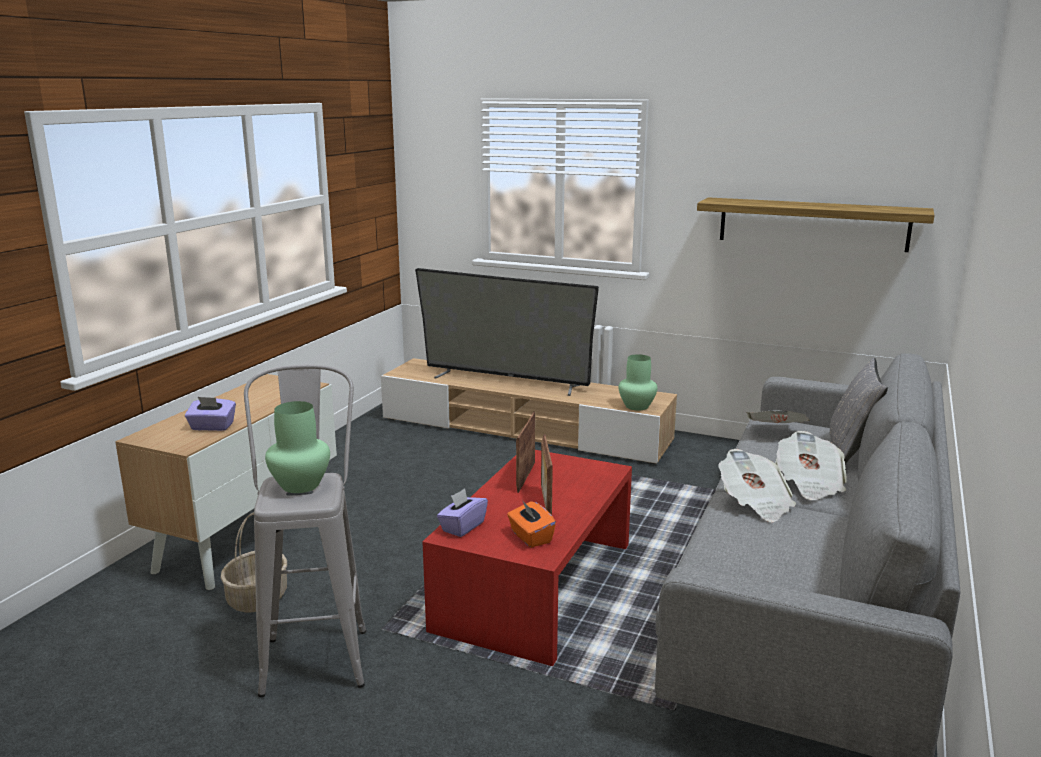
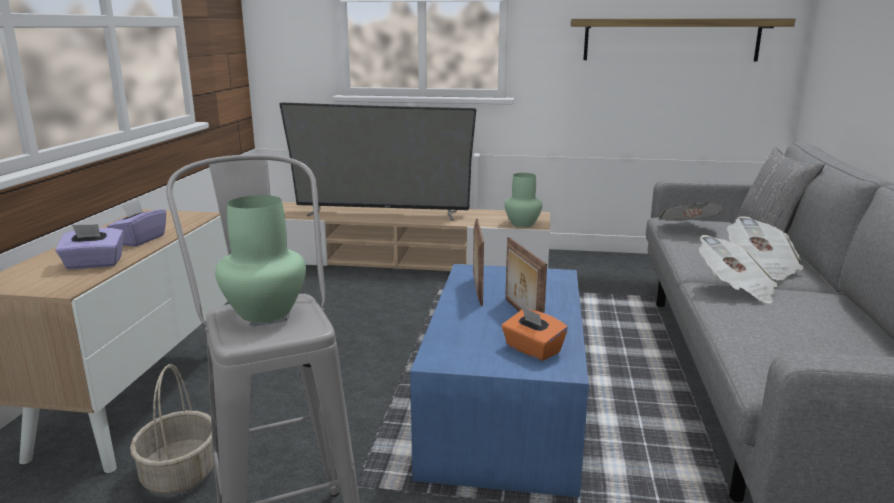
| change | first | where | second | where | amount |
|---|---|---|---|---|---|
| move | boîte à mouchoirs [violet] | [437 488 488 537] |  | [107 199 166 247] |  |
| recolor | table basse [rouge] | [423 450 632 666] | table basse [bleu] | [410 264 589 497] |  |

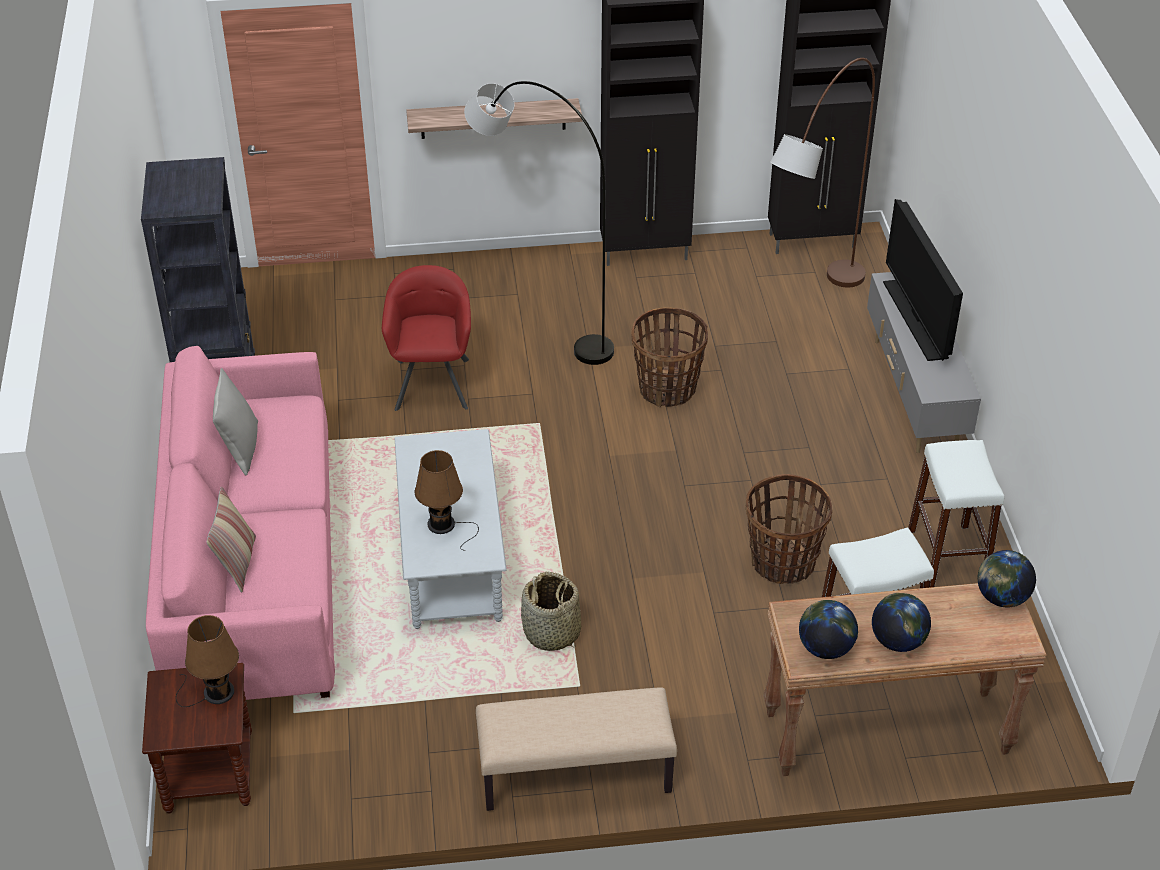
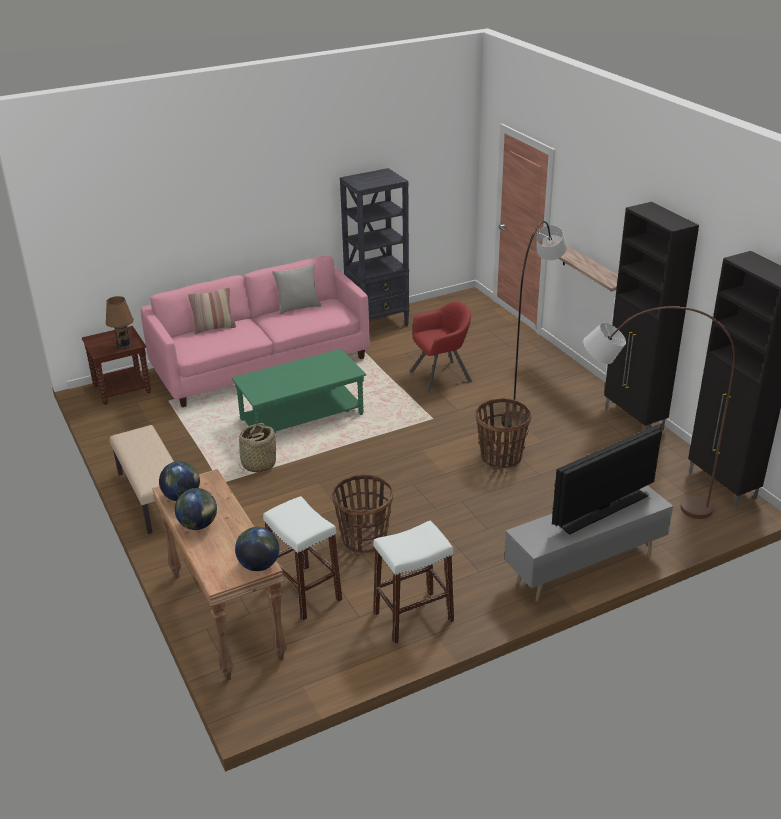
| change | first | where | second | where | amount |
|---|---|---|---|---|---|
| recolor | table basse [gris] | [395 429 507 629] | table basse [vert] | [232 349 366 433] |  |
| delete | lampe de table [marron] | [415 450 479 551] |  |  |  |

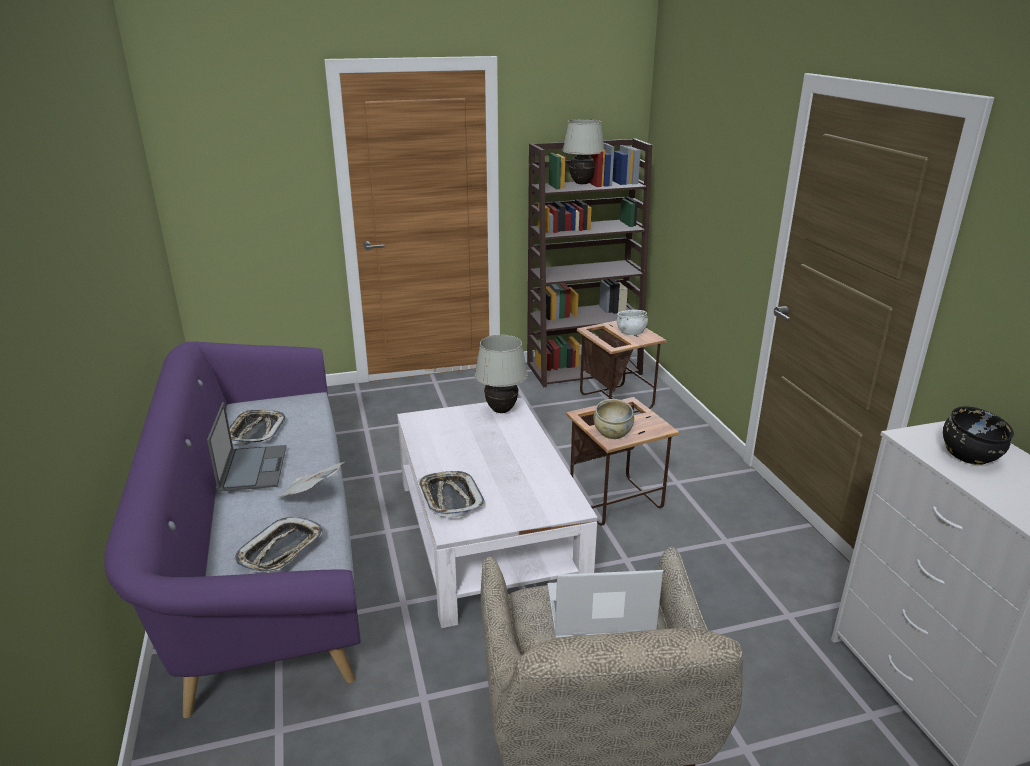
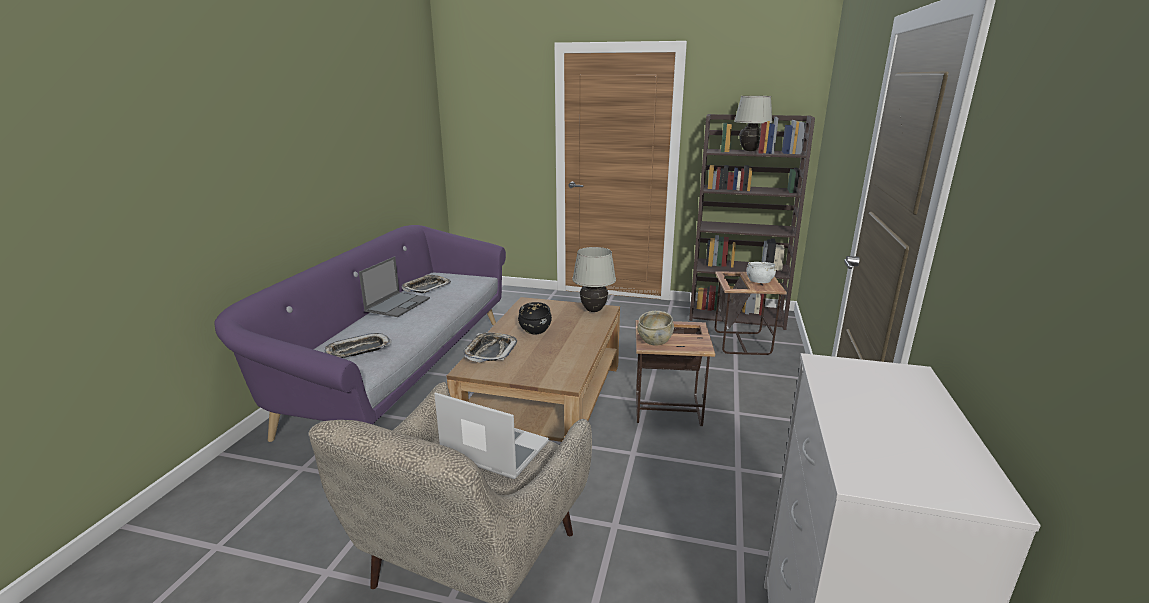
| change | first | where | second | where | amount |
|---|---|---|---|---|---|
| recolor | table basse [blanc] | [397 398 598 628] | table basse [marron] | [446 297 620 442] |  |
| move | bol [noir] | [943 406 1014 465] |  | [518 302 552 334] |  |
| delete | journal | [276 462 344 498] |  |  |  |

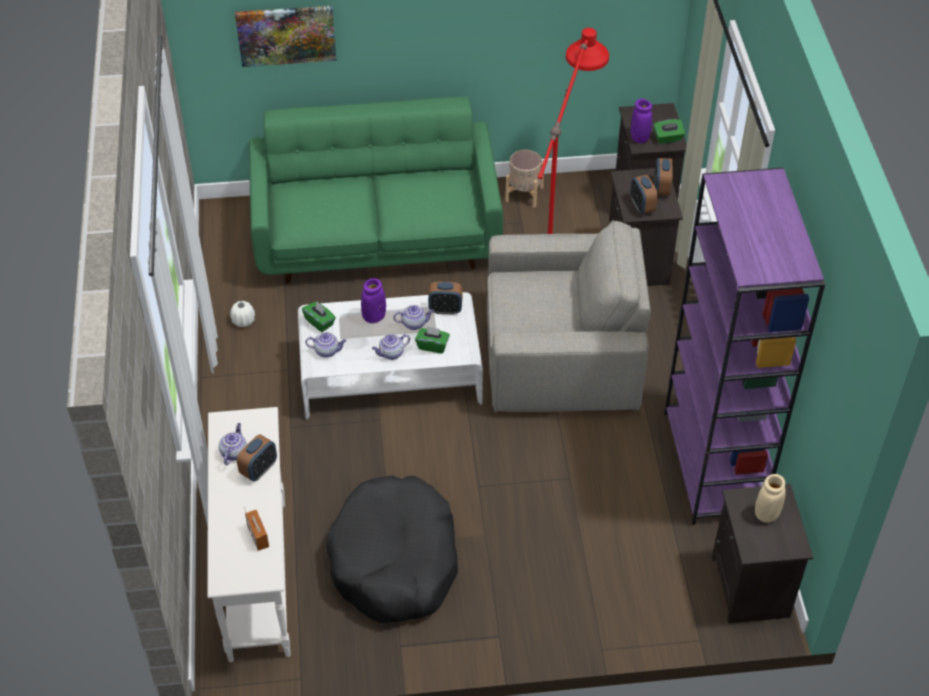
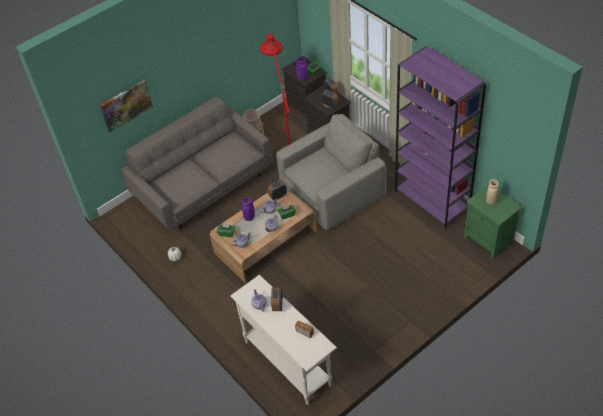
| change | first | where | second | where | amount |
|---|---|---|---|---|---|
| recolor | canapé [vert] | [249 97 503 284] | canapé [gris] | [122 97 272 230] |  |
| recolor | table basse [blanc] | [298 292 483 419] | table basse [marron] | [210 189 317 283] |  |
| recolor | table de chevet [noir] | [712 484 813 624] | table de chevet [vert] | [464 184 522 259] |  |
| delete | panier pour chien [noir] | [326 475 458 624] |  |  |  |

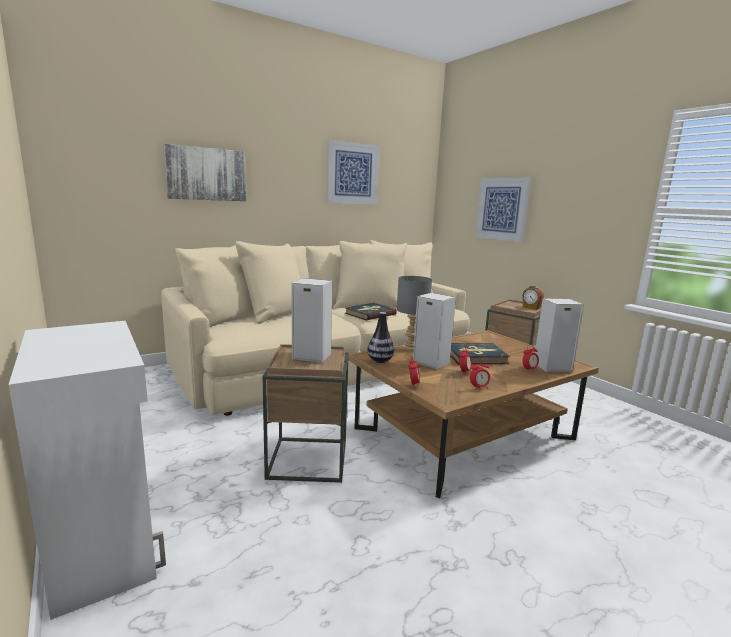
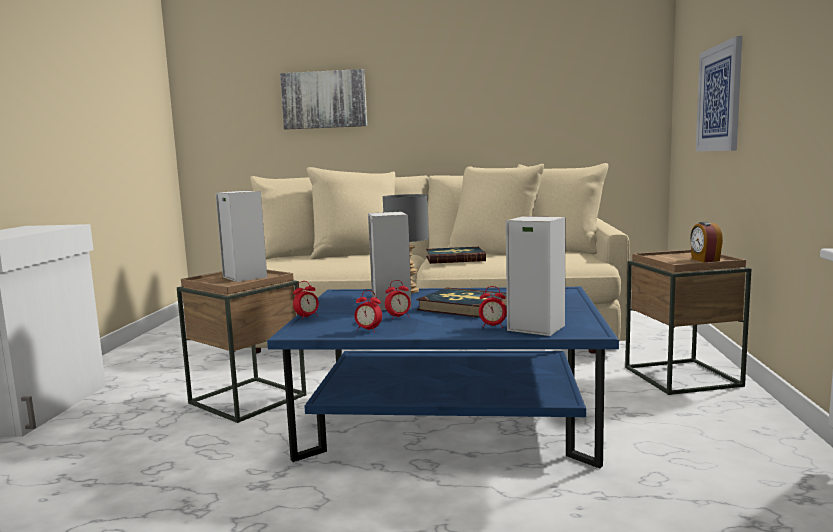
| change | first | where | second | where | amount |
|---|---|---|---|---|---|
| recolor | table basse [marron] | [348 330 599 498] | table basse [bleu] | [267 287 619 468] |  |
| delete | tableau | [326 140 379 205] |  |  |  |
| delete | vase | [367 312 394 363] |  |  |  |

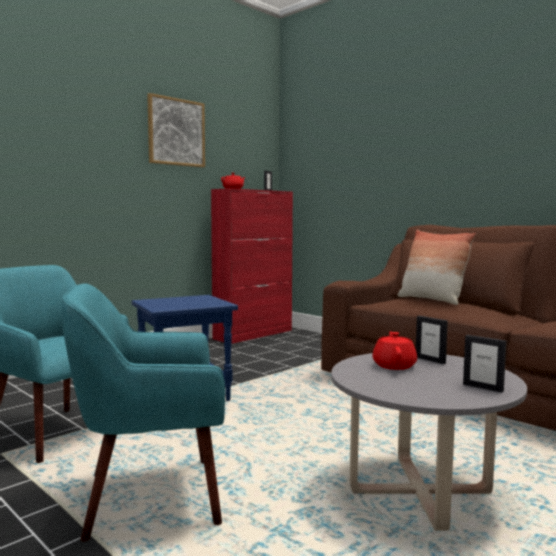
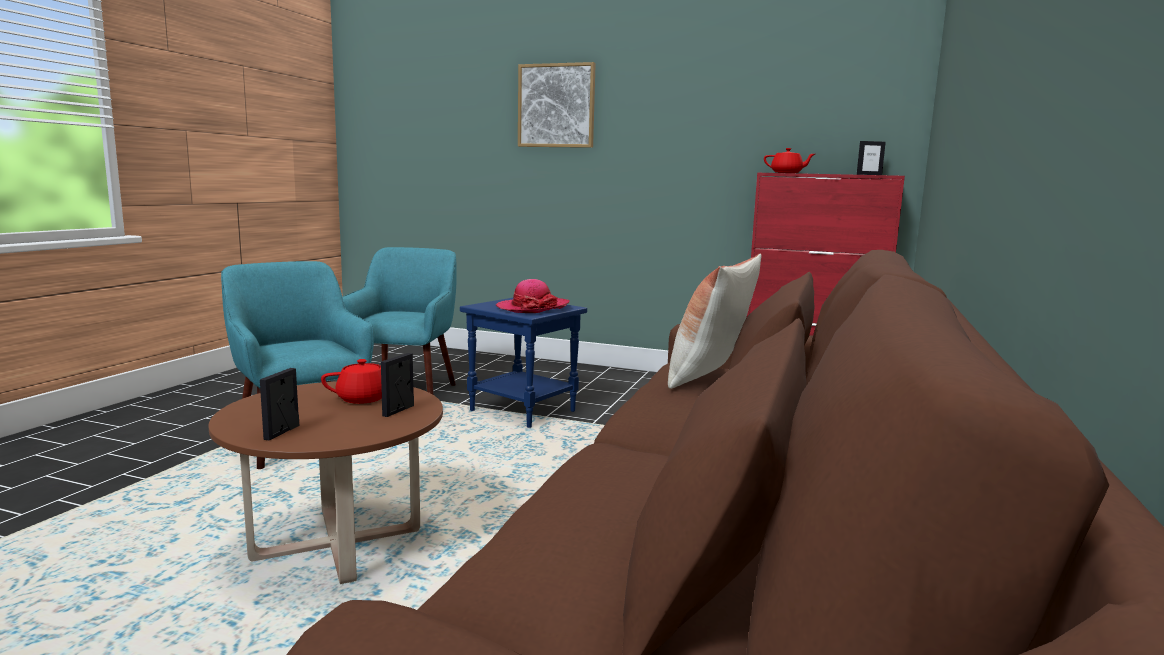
| change | first | where | second | where | amount |
|---|---|---|---|---|---|
| recolor | table basse [gris] | [331 353 527 531] | table basse [marron] | [209 381 443 584] |  |
| insert |  |  | chapeau | [496 279 570 313] |  |
| move | tableau | [147 93 205 167] |  | [518 62 596 148] |  |

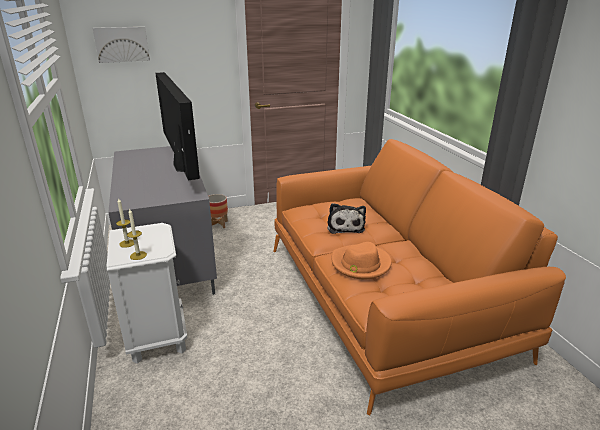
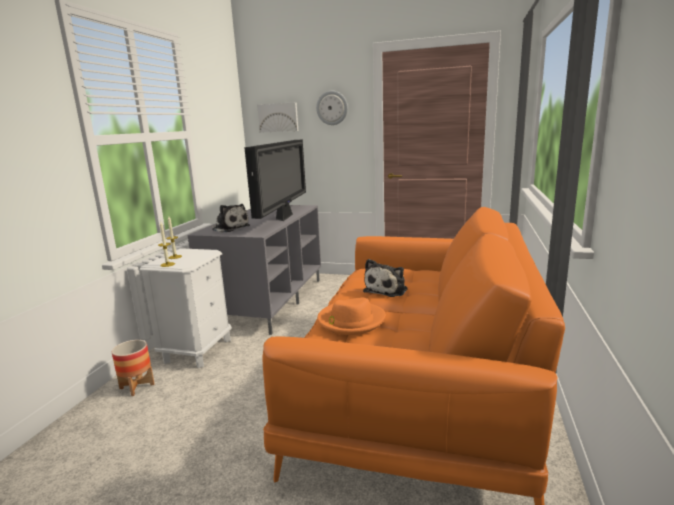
| change | first | where | second | where | amount |
|---|---|---|---|---|---|
| move | cache-pot | [208 194 228 228] |  | [112 340 155 396] |  |
| insert |  |  | peluche | [211 204 250 232] |  |
| insert |  |  | horloge murale | [316 91 348 125] |  |

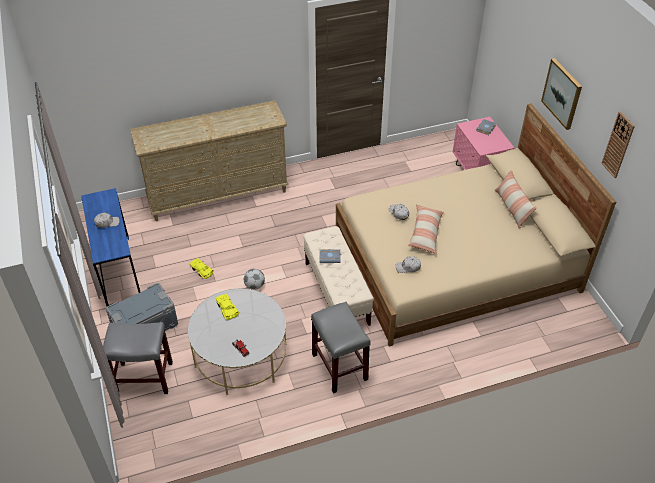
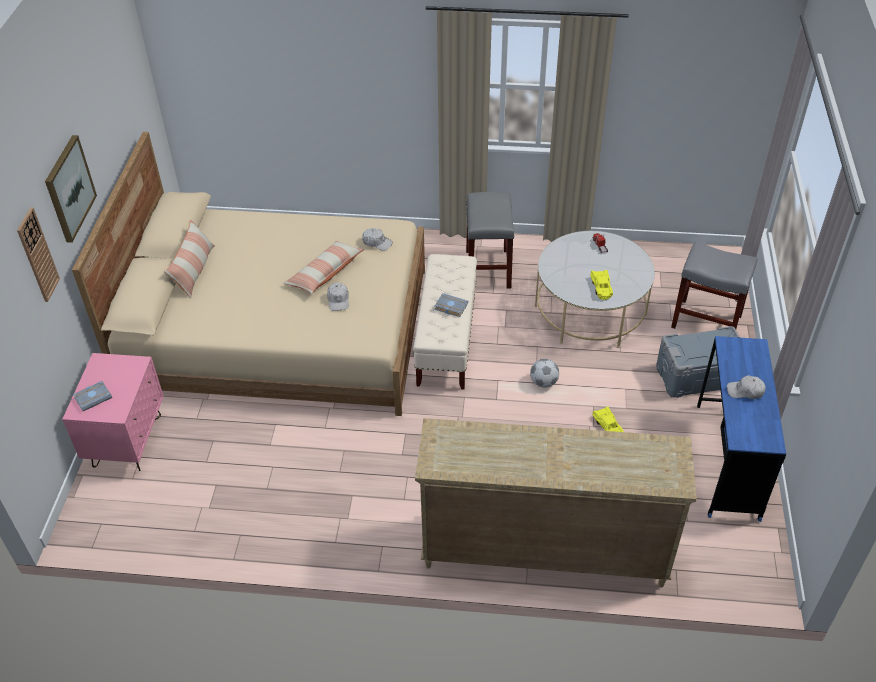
| change | first | where | second | where | amount |
|---|---|---|---|---|---|
| move | horloge murale | [601 112 635 178] |  | [17 207 60 302] |  |

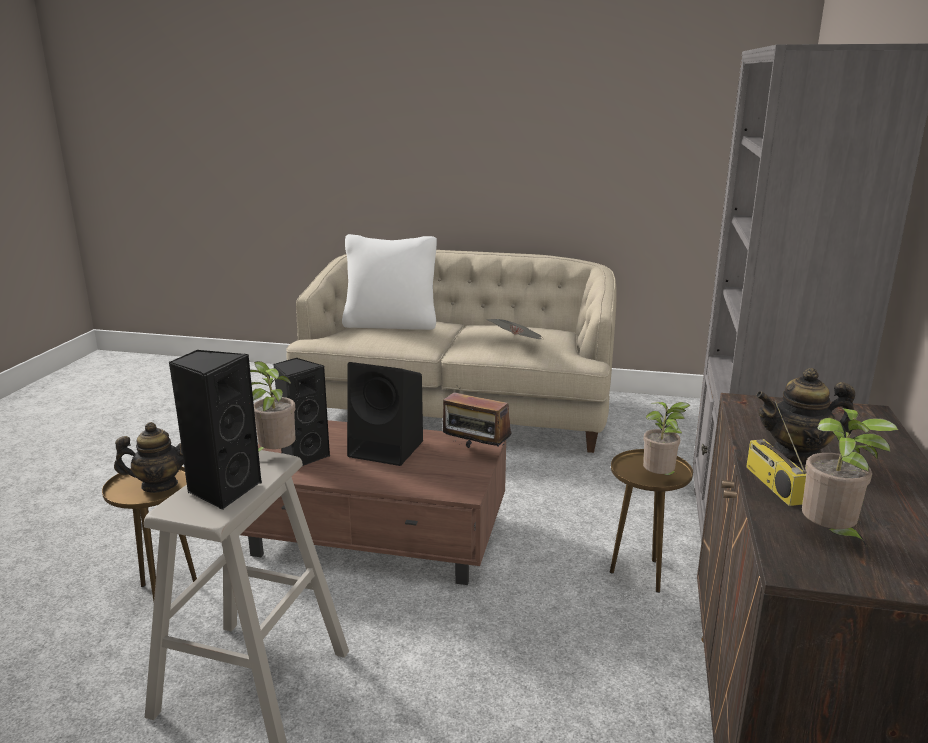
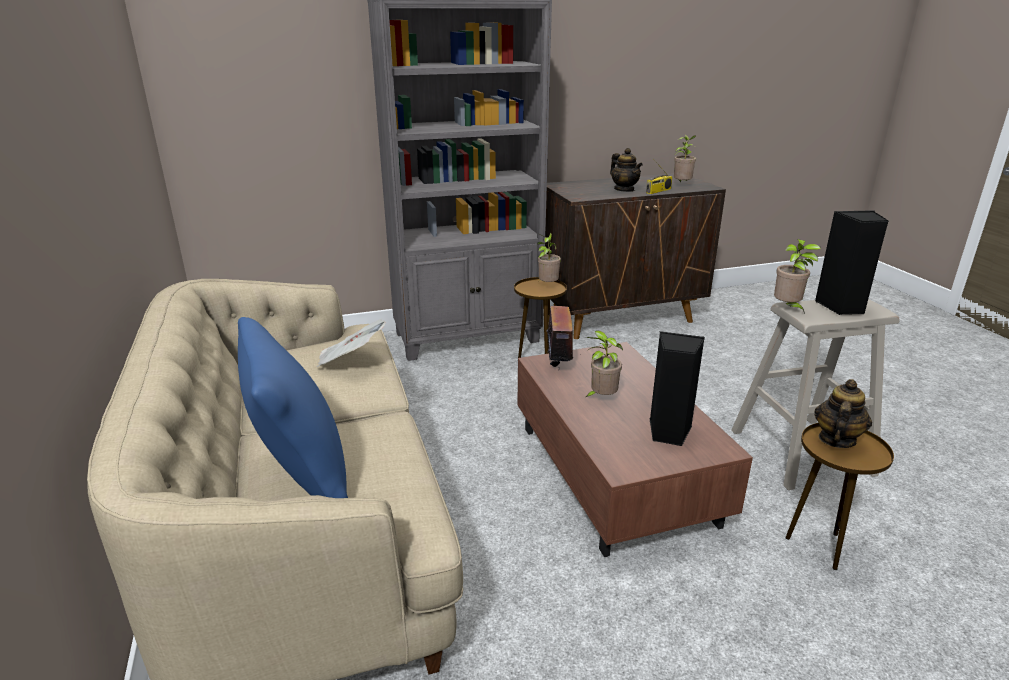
| change | first | where | second | where | amount |
|---|---|---|---|---|---|
| recolor | coussin [blanc] | [342 234 437 330] | coussin [bleu] | [238 317 348 498] |  |
| replace | enceinte [noir] | [347 362 423 466] | plante en pot | [586 331 623 397] |  |
| rotate | théière | [114 422 184 493] |  | [814 379 872 448] | 75 degrees clockwise |

